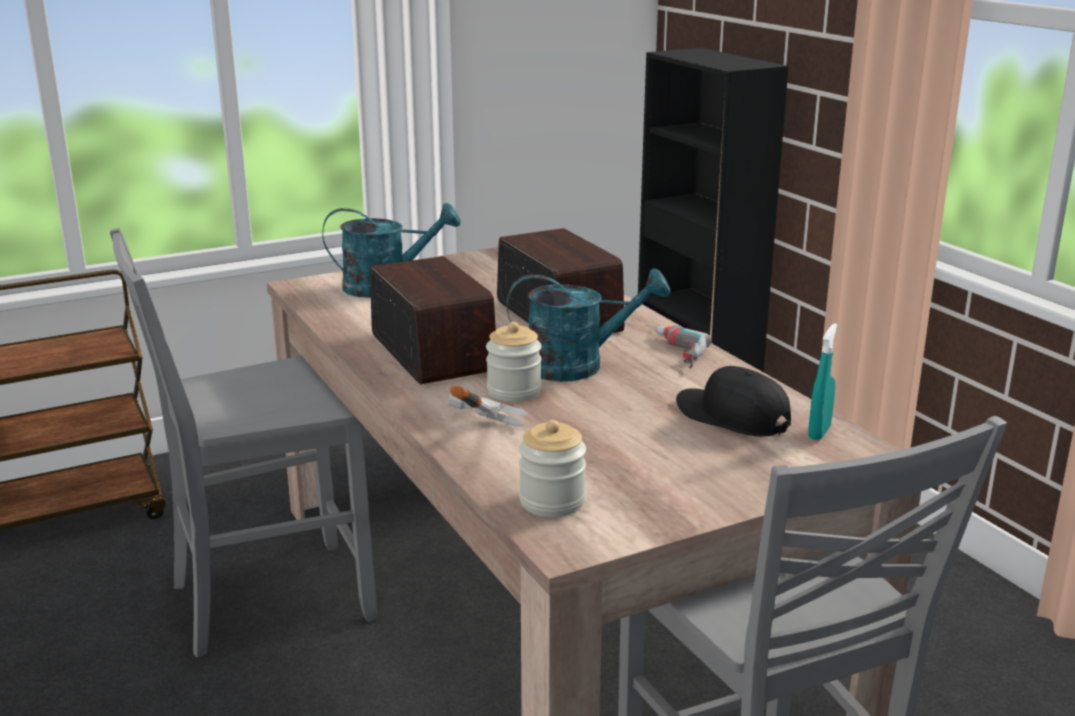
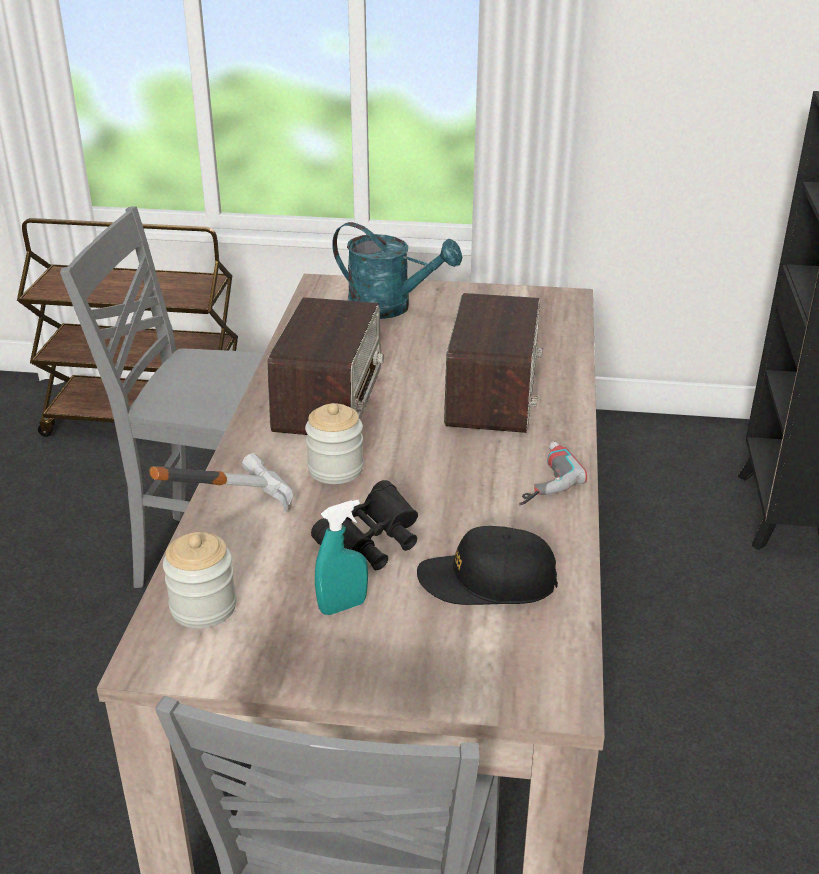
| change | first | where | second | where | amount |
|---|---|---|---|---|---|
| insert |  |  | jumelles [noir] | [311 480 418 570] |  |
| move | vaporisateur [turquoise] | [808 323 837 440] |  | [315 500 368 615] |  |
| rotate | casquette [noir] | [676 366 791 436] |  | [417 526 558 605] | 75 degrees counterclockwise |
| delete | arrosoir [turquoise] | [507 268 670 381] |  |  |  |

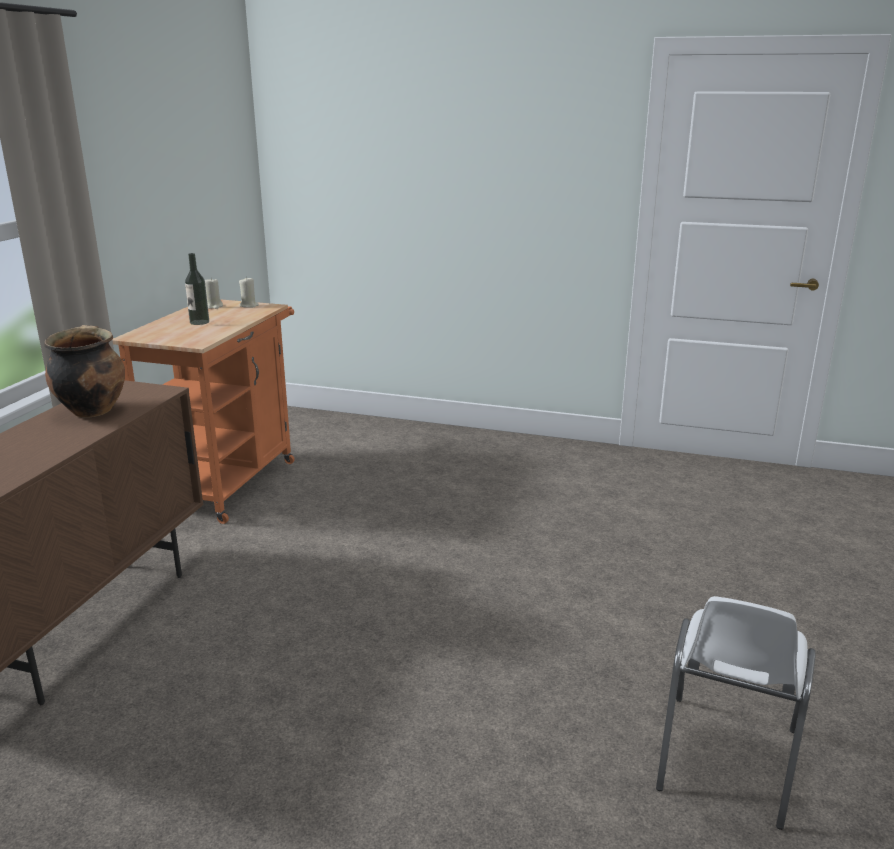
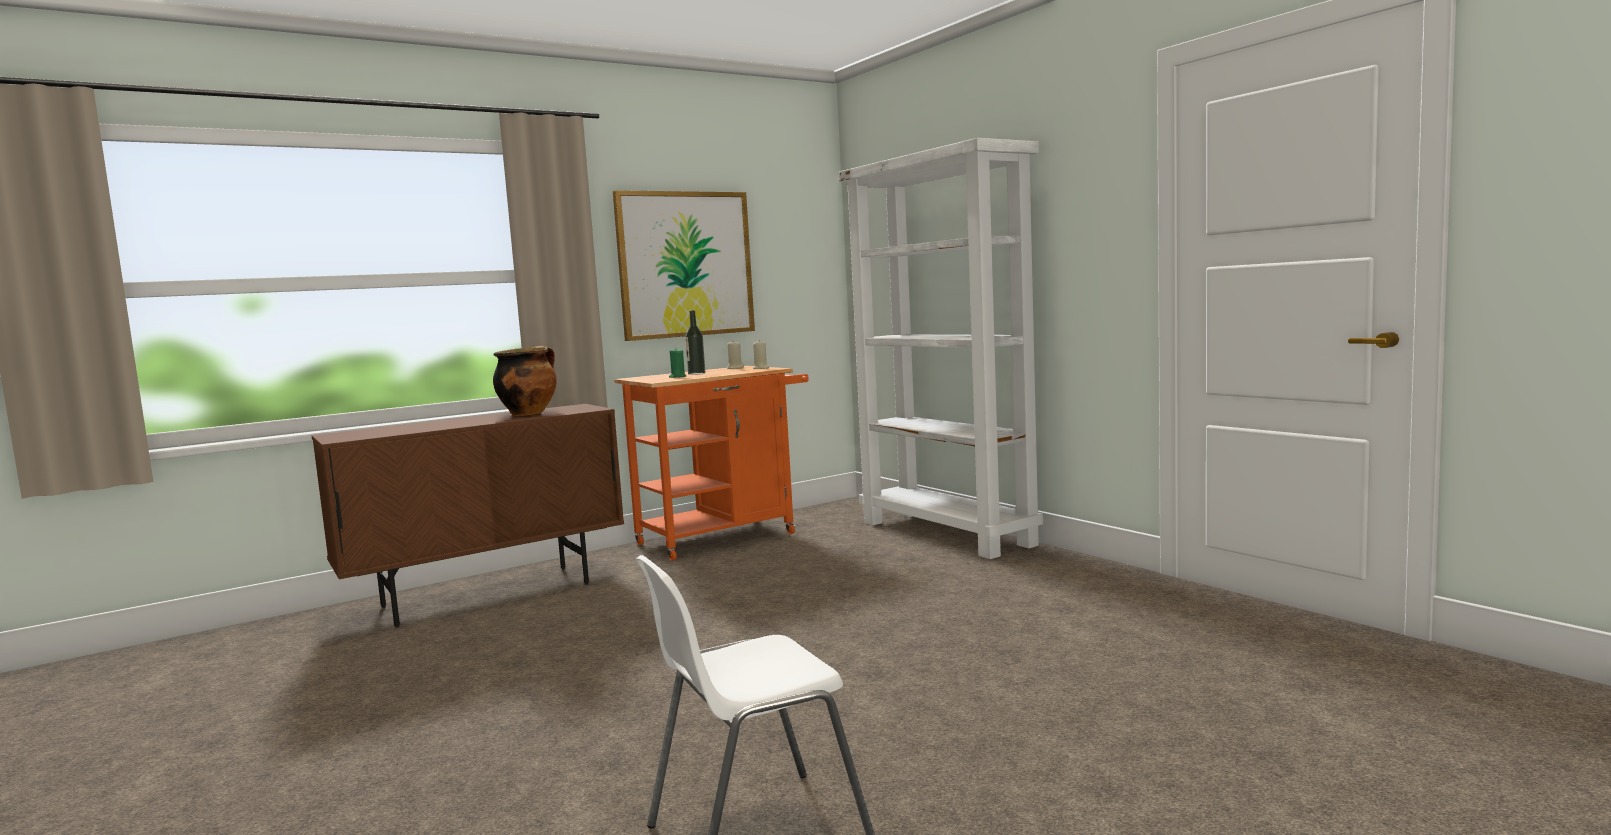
| change | first | where | second | where | amount |
|---|---|---|---|---|---|
| insert |  |  | tableau | [613 190 755 341] |  |
| insert |  |  | bougie [vert] | [669 348 686 378] |  |
| insert |  |  | bibliothèque [blanc] | [839 138 1043 559] |  |

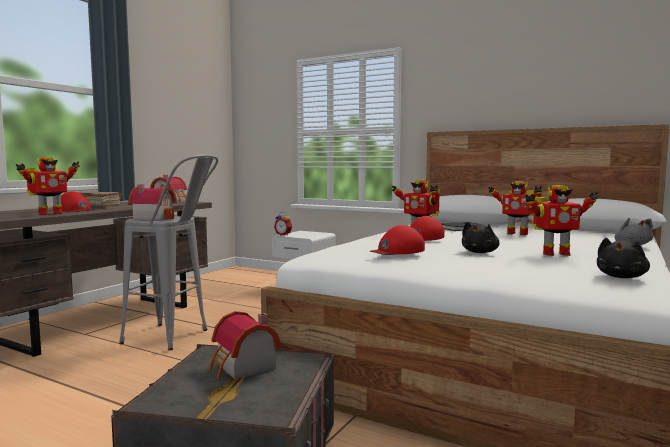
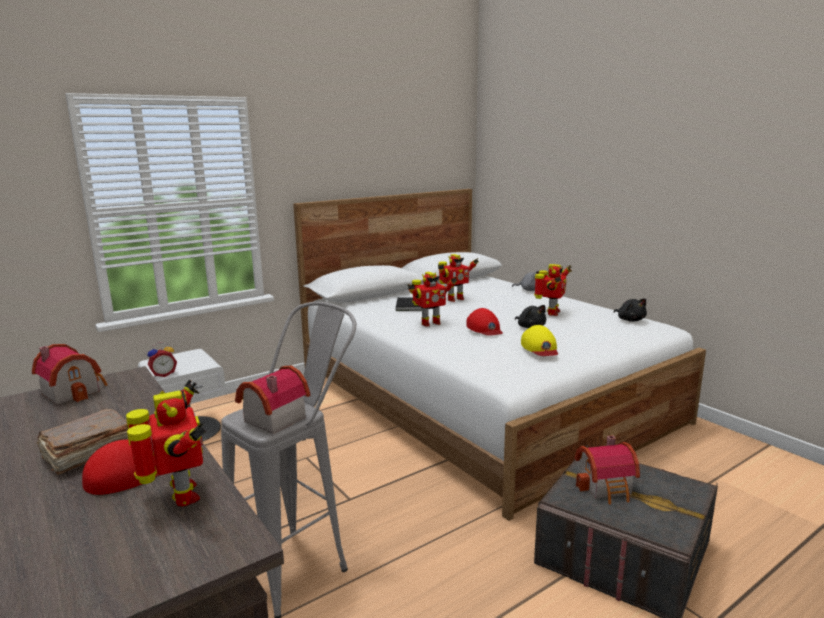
| change | first | where | second | where | amount |
|---|---|---|---|---|---|
| recolor | casquette [rouge] | [370 225 425 255] | casquette [jaune] | [521 325 558 356] |  |

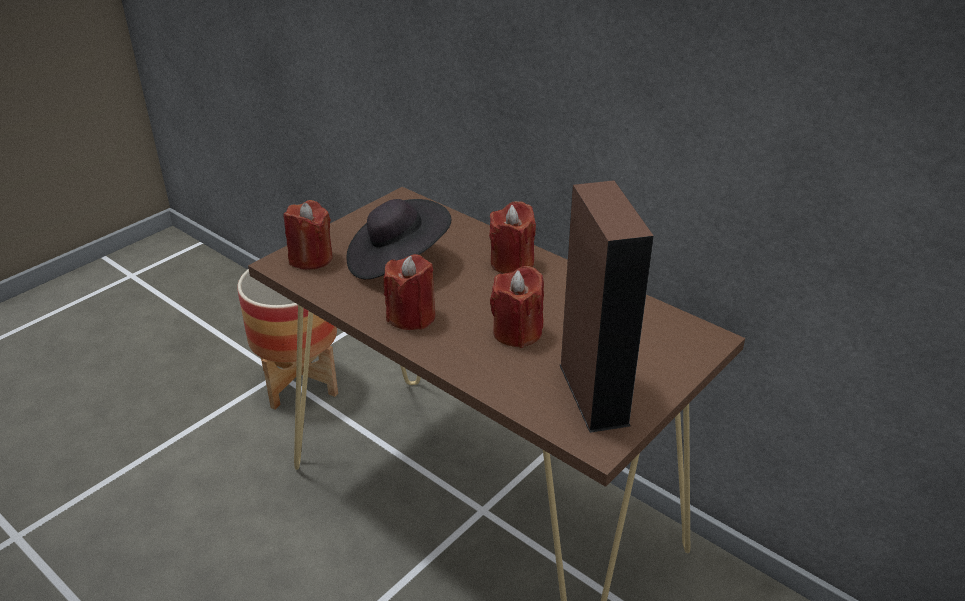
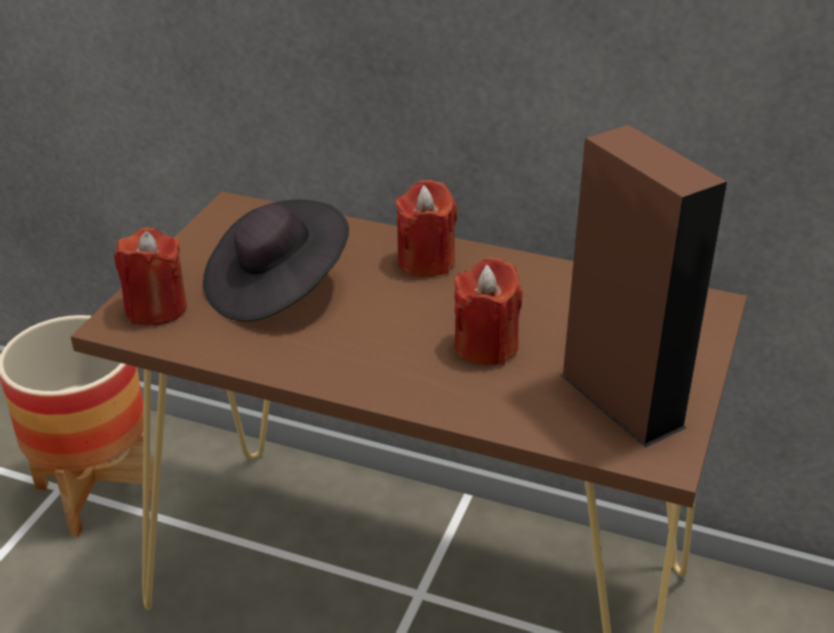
| change | first | where | second | where | amount |
|---|---|---|---|---|---|
| delete | bougie [rouge] | [383 254 435 330] |  |  |  |

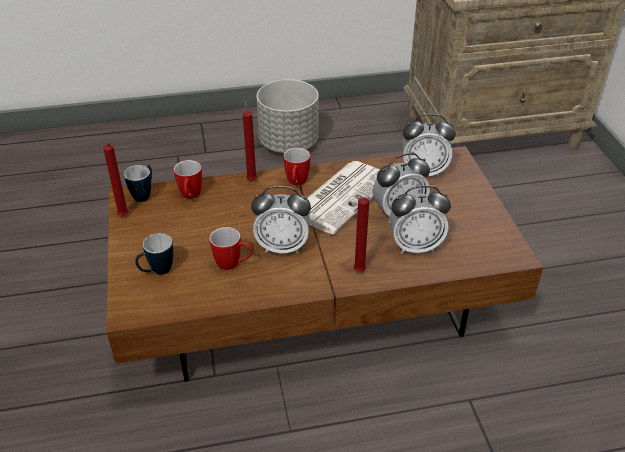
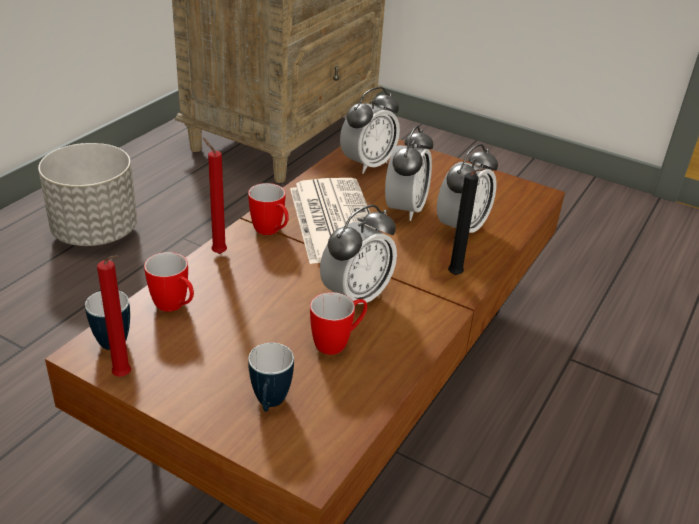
| change | first | where | second | where | amount |
|---|---|---|---|---|---|
| recolor | bougie [rouge] | [354 197 369 272] | bougie [noir] | [448 169 486 275] |  |

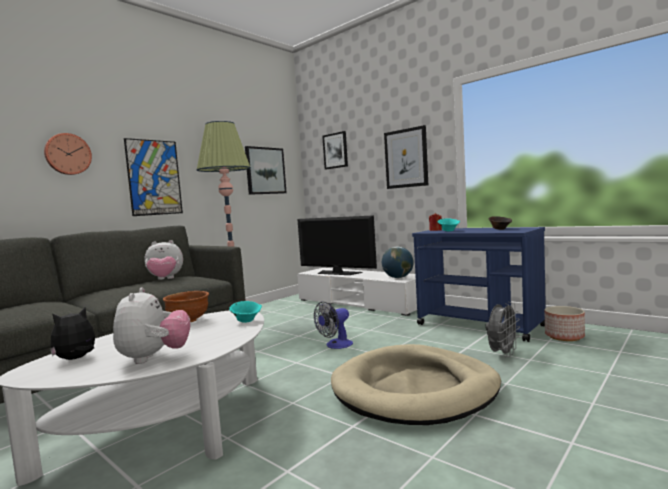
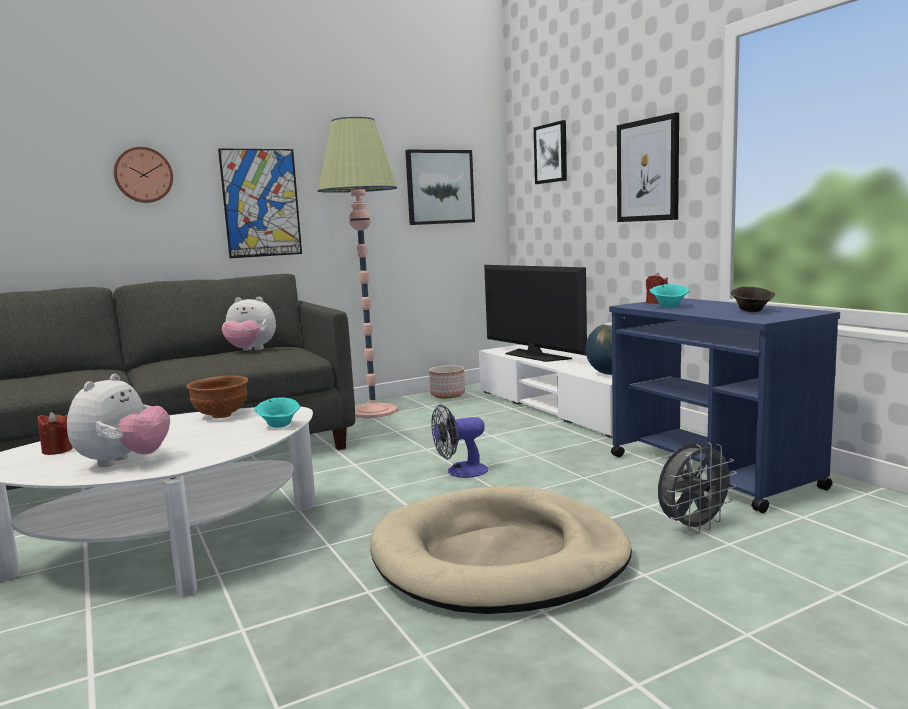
| change | first | where | second | where | amount |
|---|---|---|---|---|---|
| replace | peluche | [50 308 95 360] | bougie [rouge] | [37 412 73 455] |  |
| move | cache-pot | [545 306 585 341] |  | [429 365 465 398] |  |

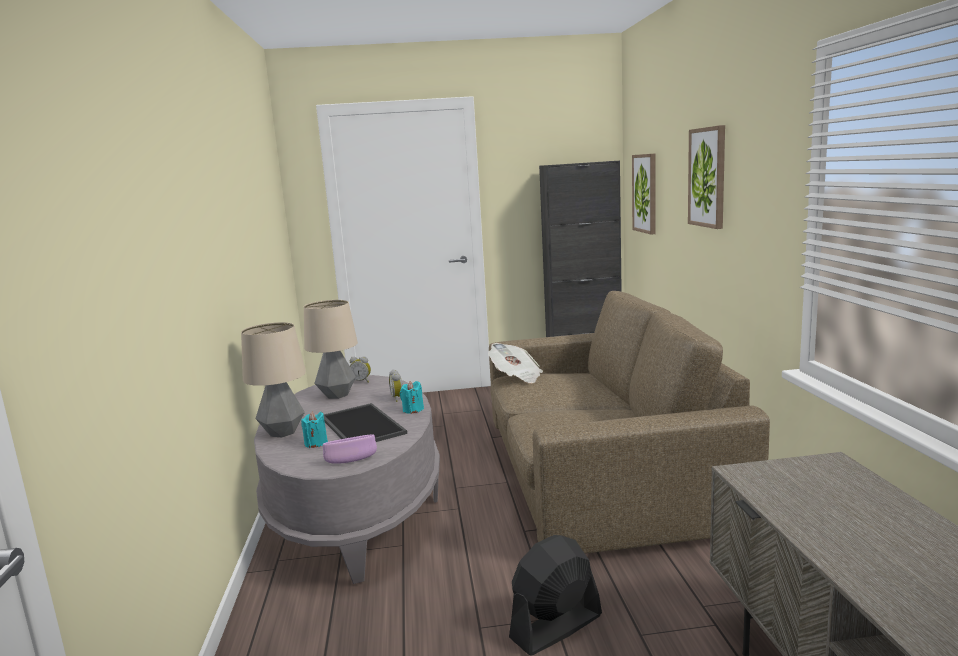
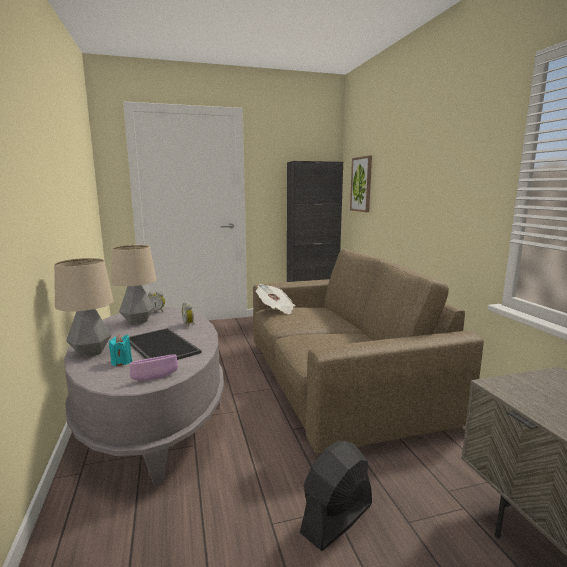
| change | first | where | second | where | amount |
|---|---|---|---|---|---|
| delete | bougie [turquoise] | [400 381 424 414] |  |  |  |
| delete | tableau | [688 125 725 229] |  |  |  |

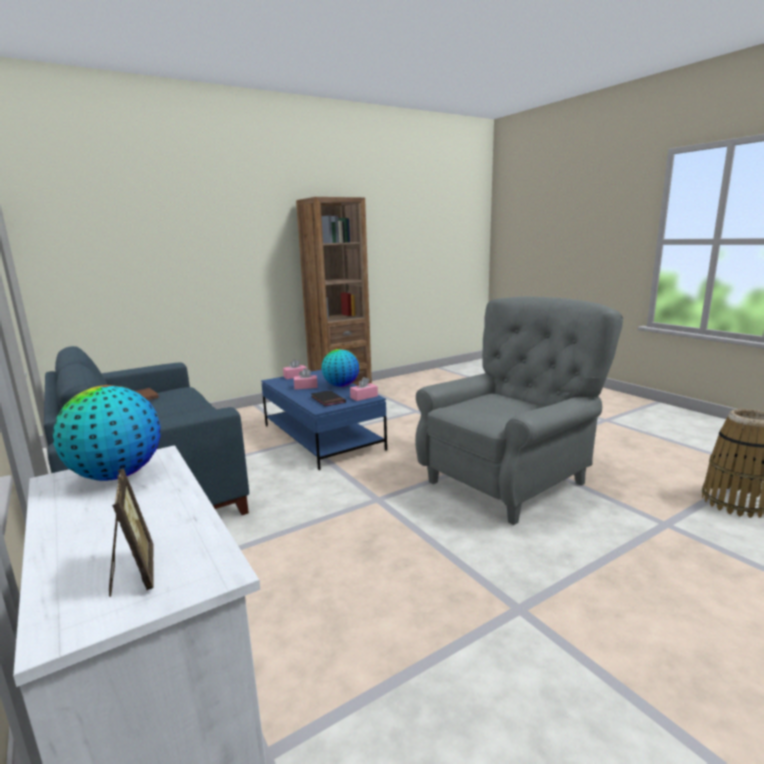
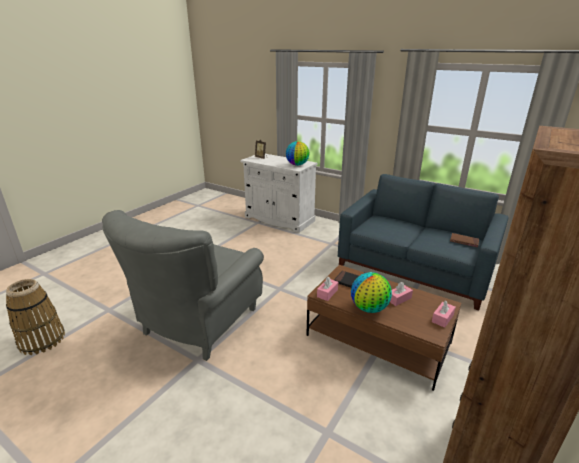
| change | first | where | second | where | amount |
|---|---|---|---|---|---|
| recolor | table basse [bleu] | [261 370 387 470] | table basse [marron] | [307 265 461 391] |  |

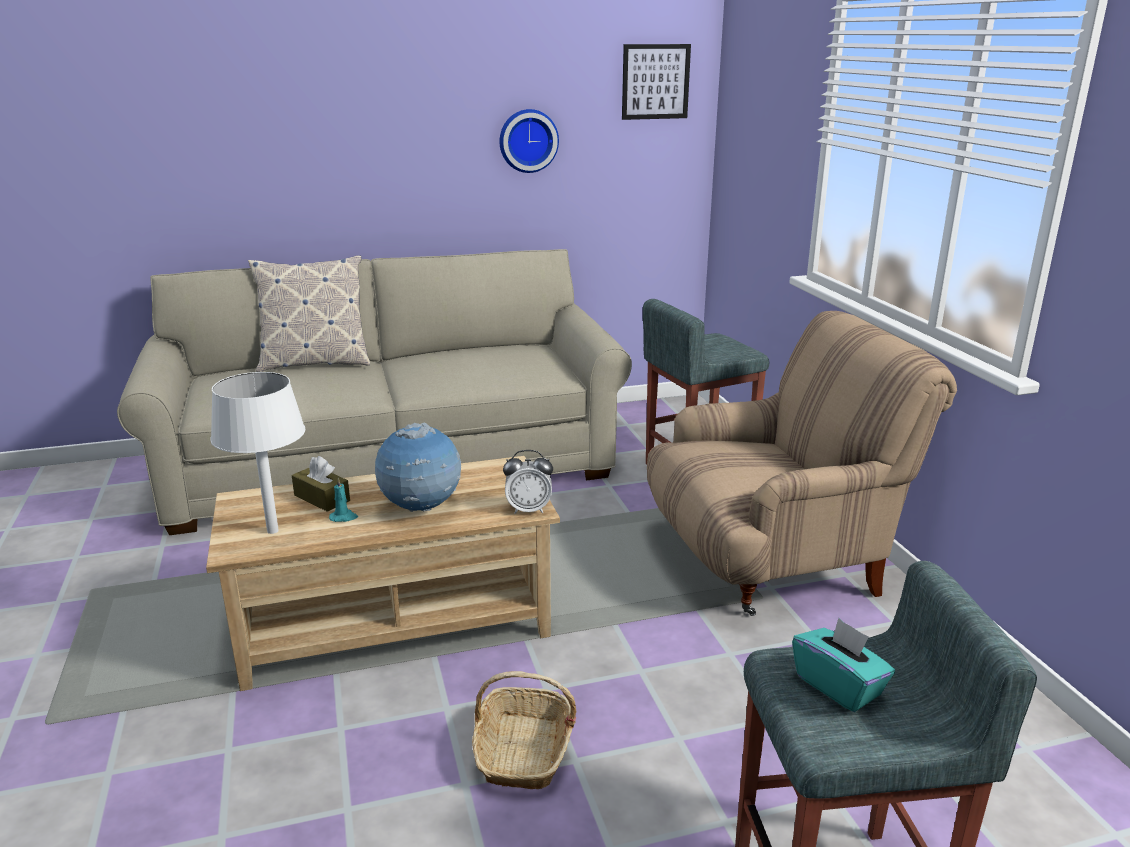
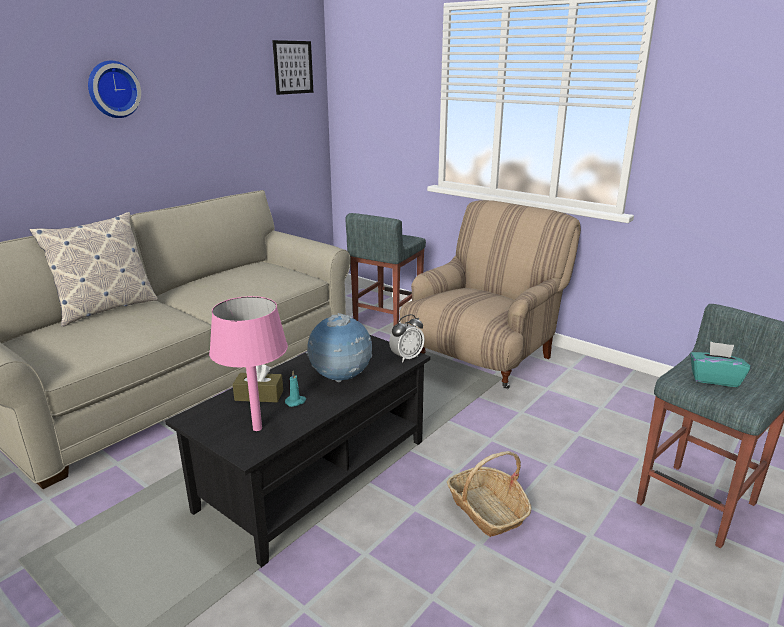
| change | first | where | second | where | amount |
|---|---|---|---|---|---|
| move | horloge murale | [500 109 559 173] |  | [88 61 141 118] |  |
| recolor | table basse [beige] | [206 456 560 691] | table basse [noir] | [165 335 430 568] |  |
| recolor | lampe de table [blanc] | [210 372 305 534] | lampe de table [rose] | [209 296 288 431] |  |

